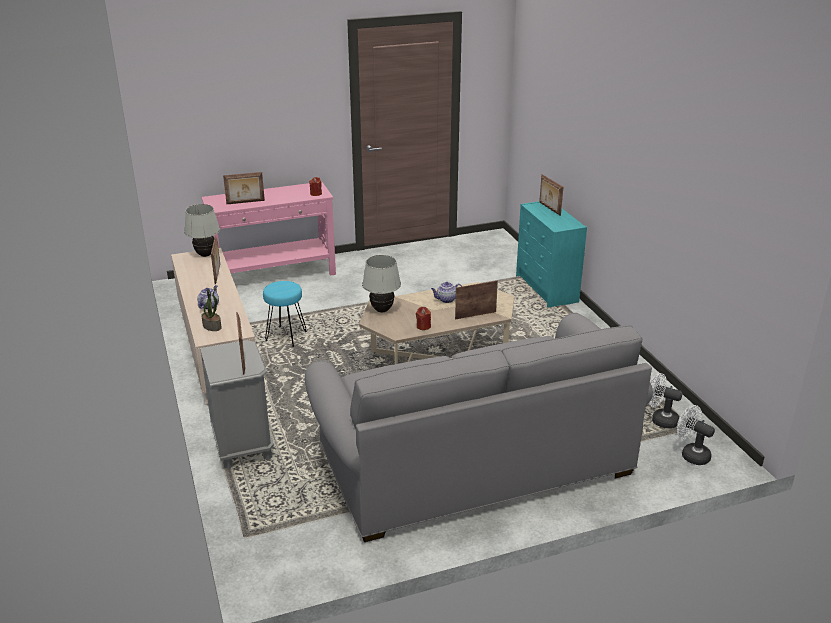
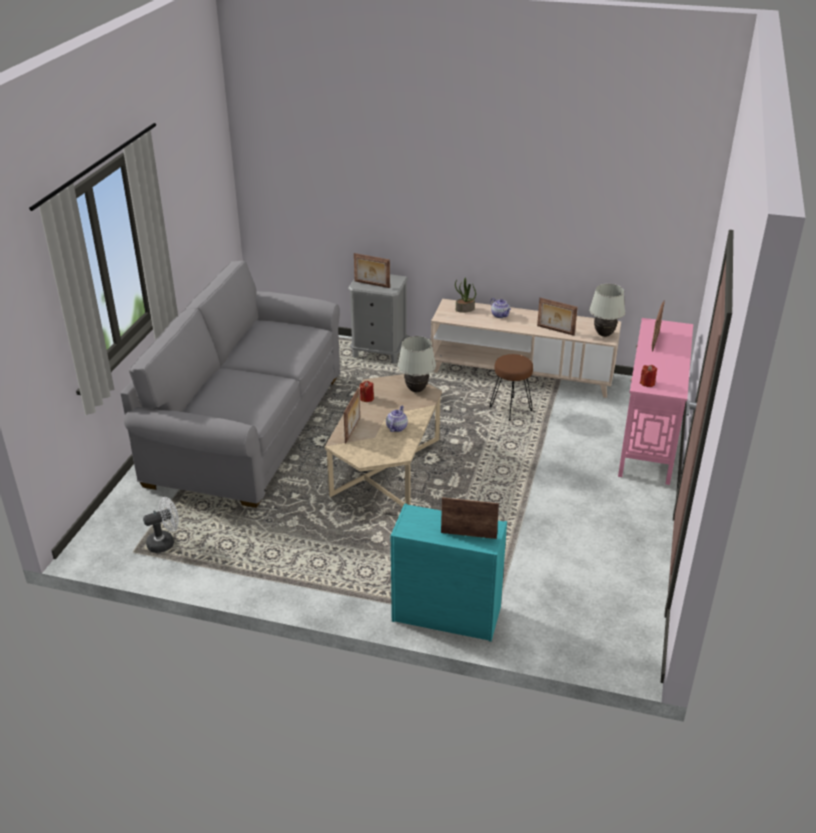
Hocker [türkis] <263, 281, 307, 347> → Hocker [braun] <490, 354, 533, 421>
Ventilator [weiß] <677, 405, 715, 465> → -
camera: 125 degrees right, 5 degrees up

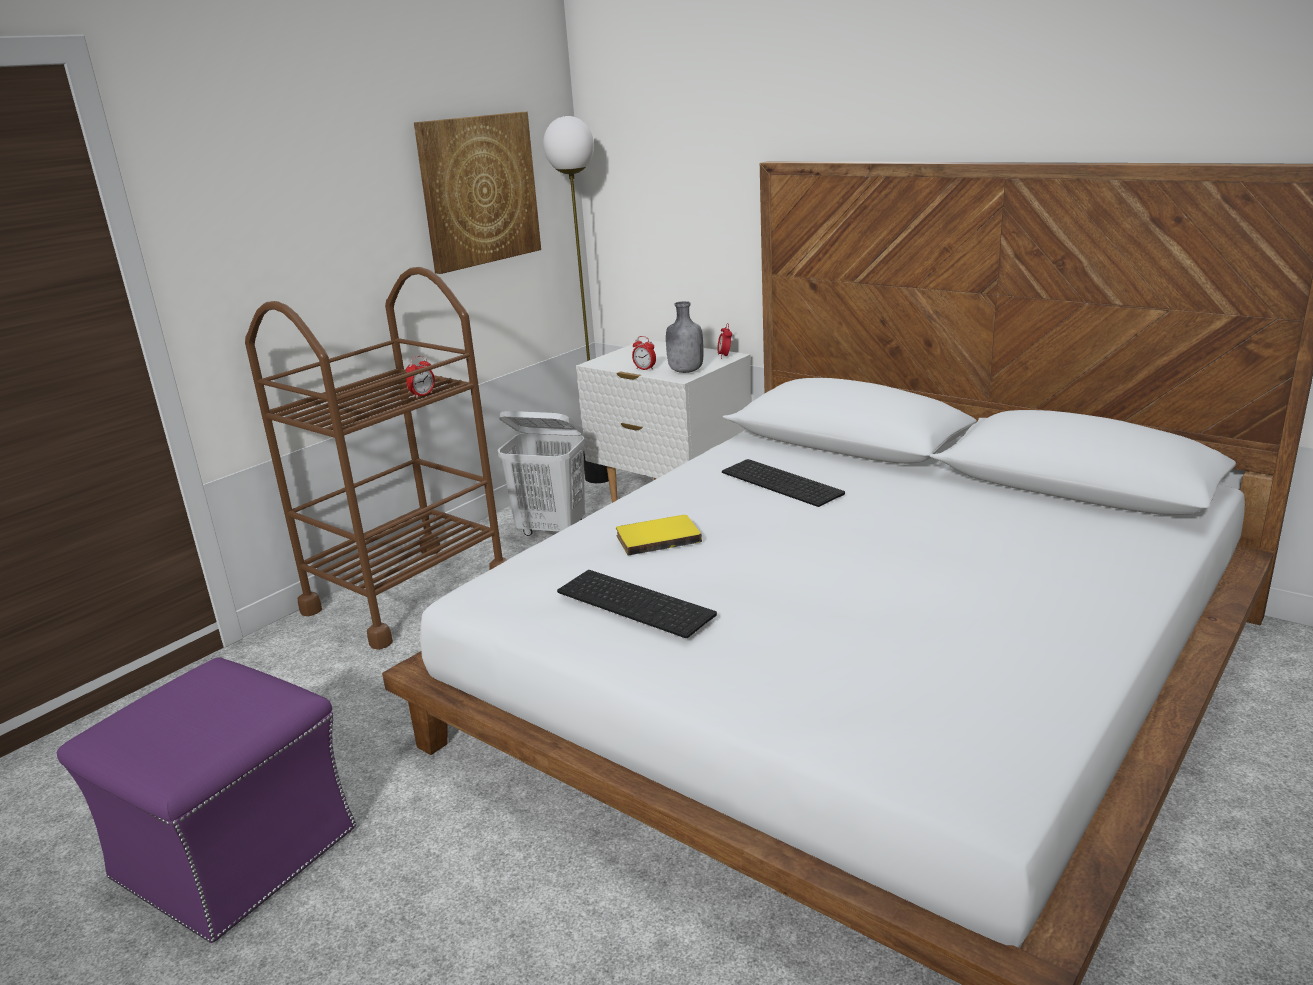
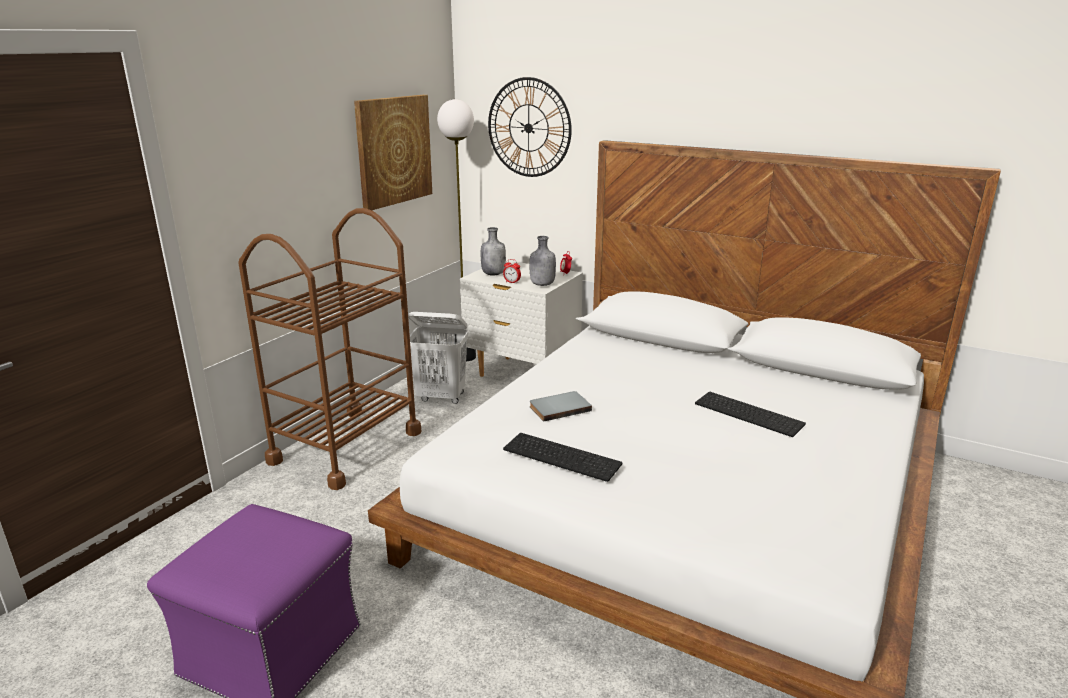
Wecker <406, 356, 435, 398> → -
Tastatur <722, 459, 845, 507> → Tastatur <695, 392, 806, 437>, moved
Buch [gelb] <616, 515, 702, 556> → Buch [grau] <530, 391, 592, 422>
- → Wanduhr <488, 77, 572, 177>
- → Flasche [grau] <481, 227, 506, 276>
camera: 10 degrees left, 0 degrees up

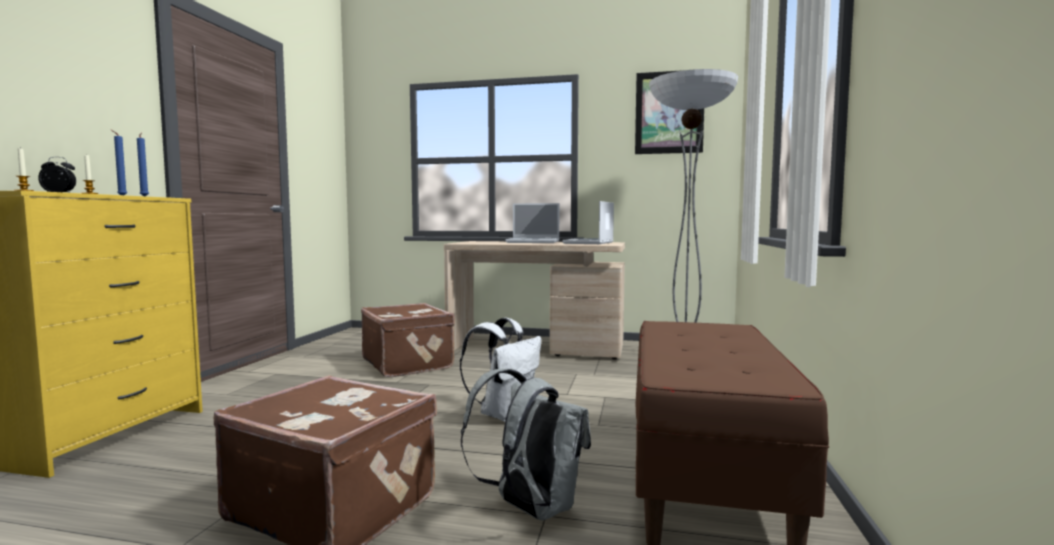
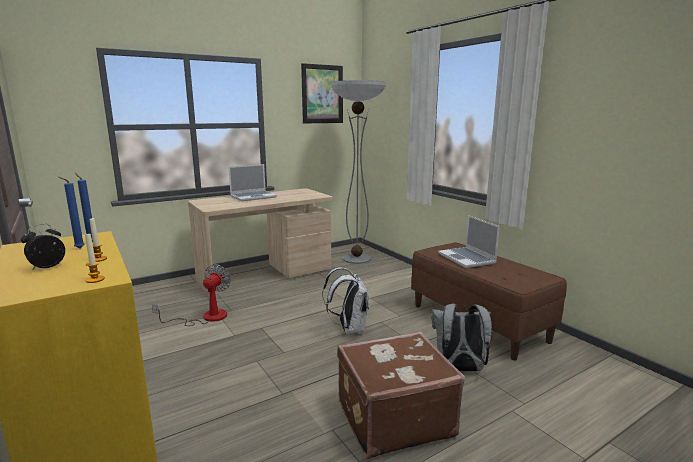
Laptop <562, 201, 614, 244> → Laptop <438, 215, 500, 268>, moved
Koffer [braun] <361, 303, 455, 377> → Ventilator <152, 264, 231, 326>
camera: 45 degrees left, 10 degrees up

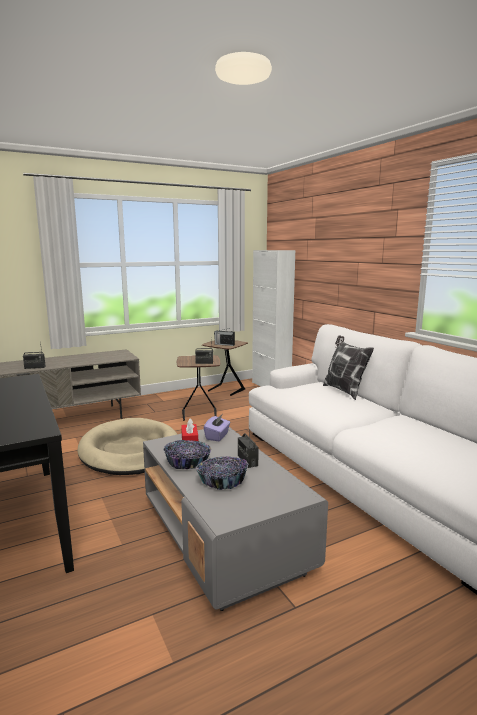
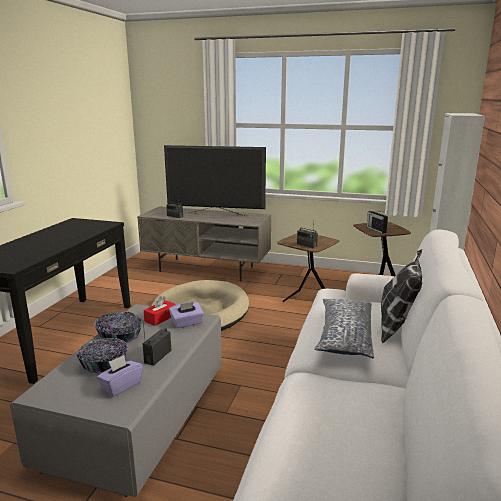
- → Fernseher <164, 145, 266, 216>
- → Kissen <314, 299, 374, 358>
- → Taschentuchbox [lila] <97, 355, 143, 397>
camera: 45 degrees right, 5 degrees up

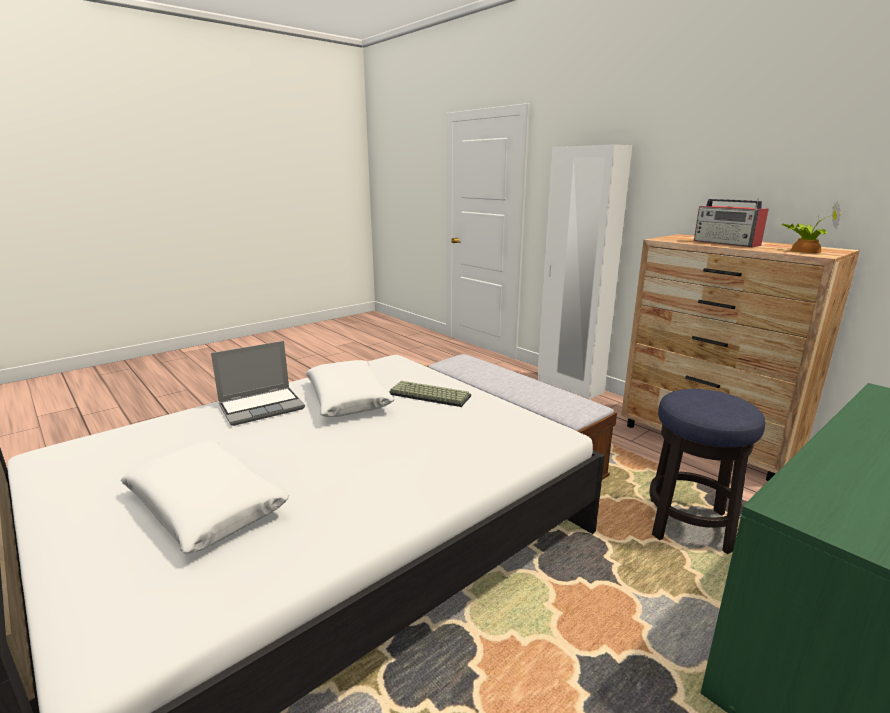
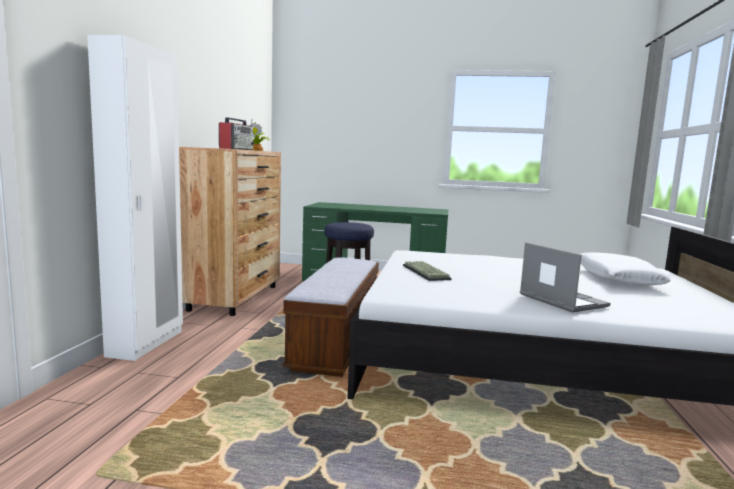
Laptop <211, 341, 305, 426> → Laptop <520, 242, 610, 313>, 45 degrees clockwise
Kissen [weiß] <306, 360, 394, 417> → -
camera: 130 degrees left, 10 degrees down

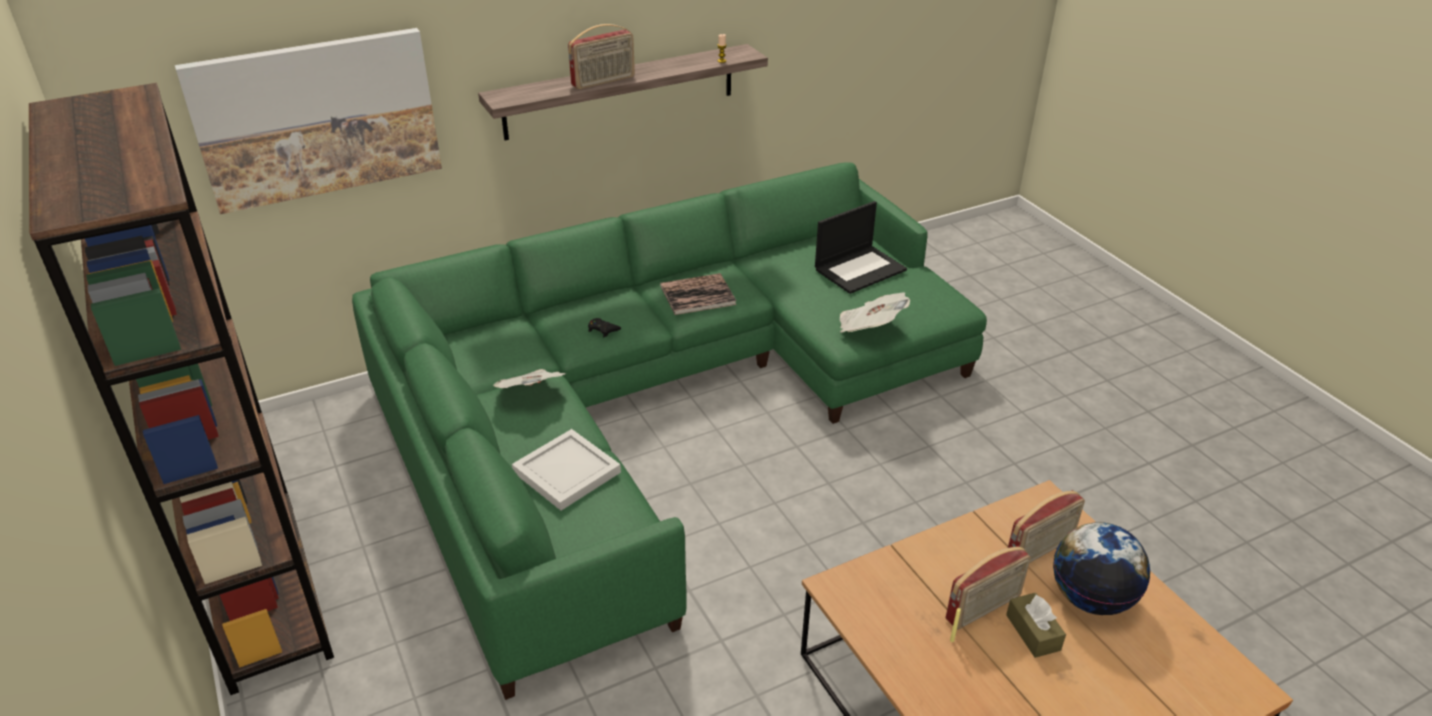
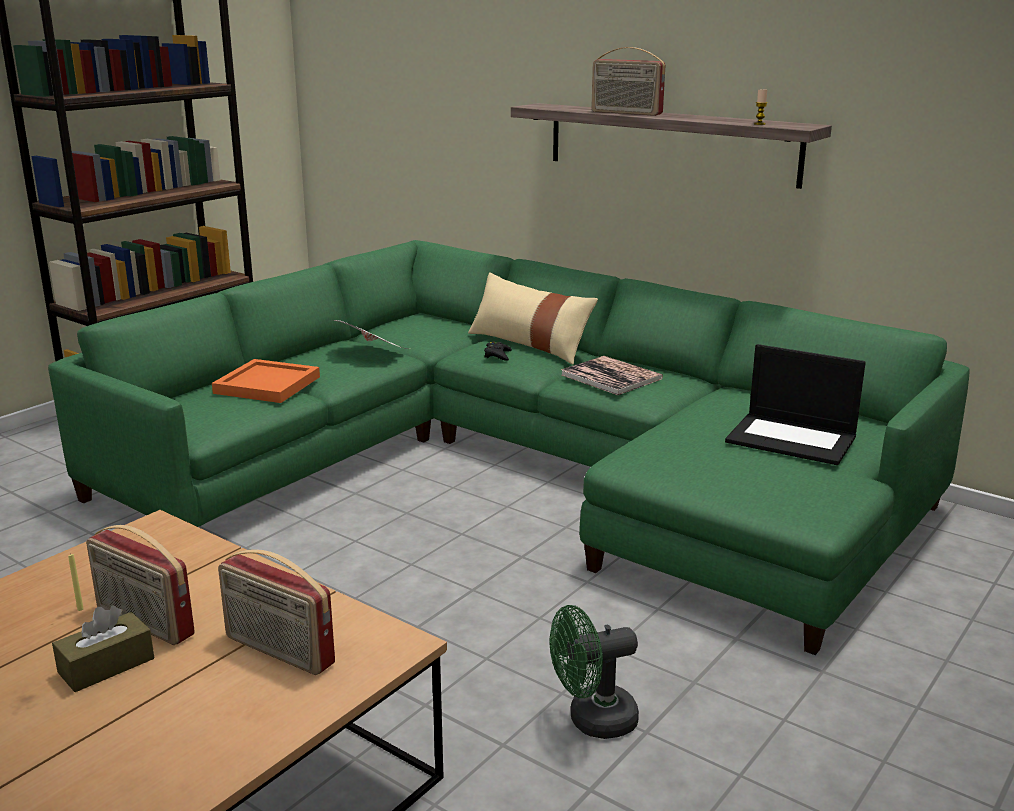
Bild <175, 28, 442, 214> → -
Zeitung <839, 292, 910, 333> → -
Tablett [weiß] <512, 429, 621, 511> → Tablett [orange] <212, 359, 320, 403>
Globus <1053, 522, 1150, 615> → -
- → Kissen [beige] <468, 272, 598, 364>
- → Ventilator [grün] <550, 605, 639, 739>
camera: 65 degrees right, 15 degrees down

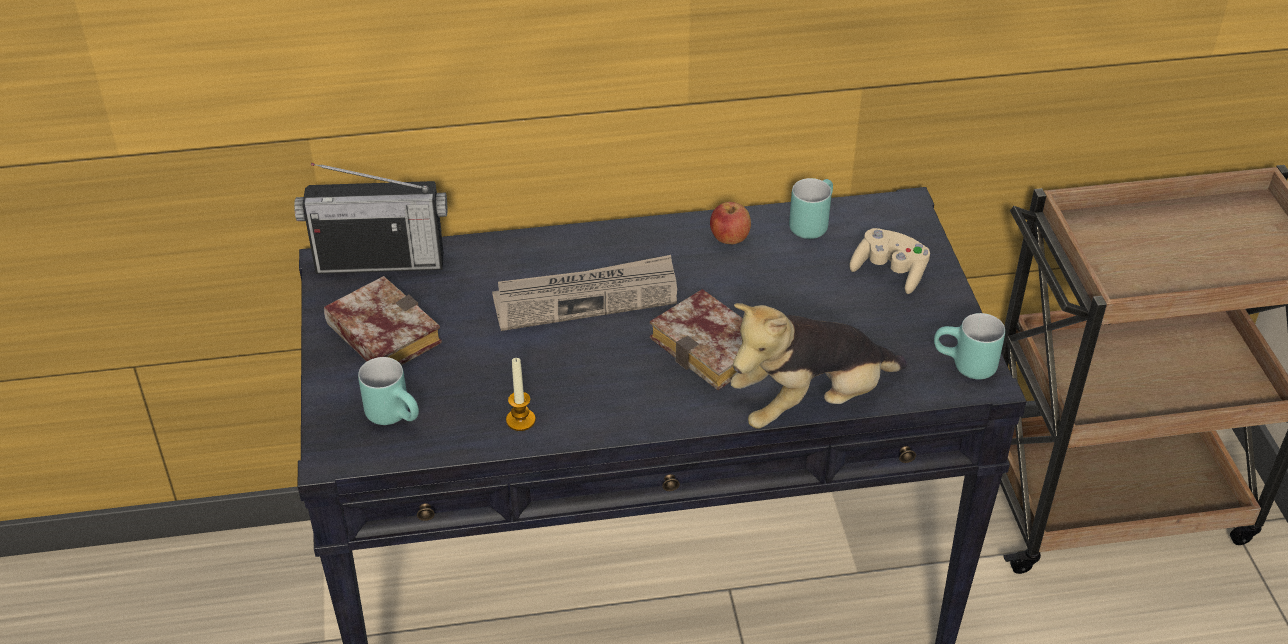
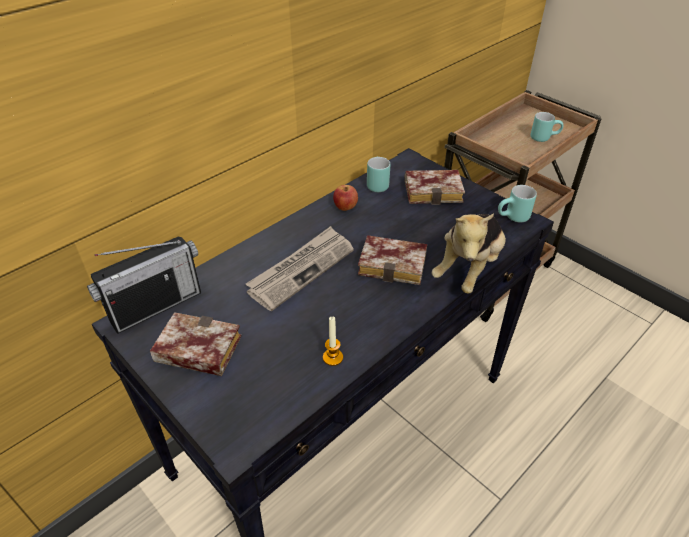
Gamepad [beige] <849, 228, 930, 294> → Buch <405, 170, 465, 205>
Henkelbecher [türkis] <358, 357, 419, 425> → Henkelbecher [türkis] <530, 112, 563, 142>, moved
camera: 35 degrees left, 0 degrees up

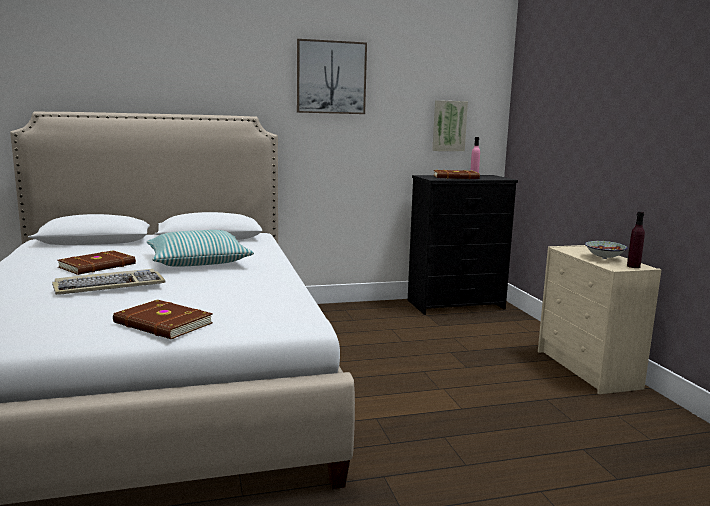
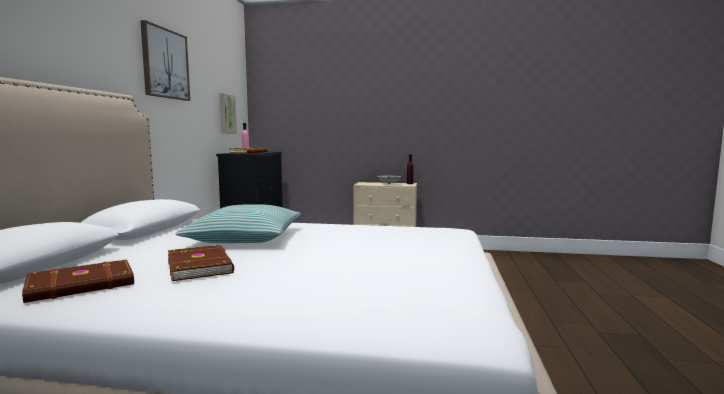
Tastatur <52, 269, 165, 295> → -
Buch [braun] <113, 300, 213, 339> → Buch [braun] <22, 260, 134, 303>, moved
camera: 65 degrees left, 5 degrees down

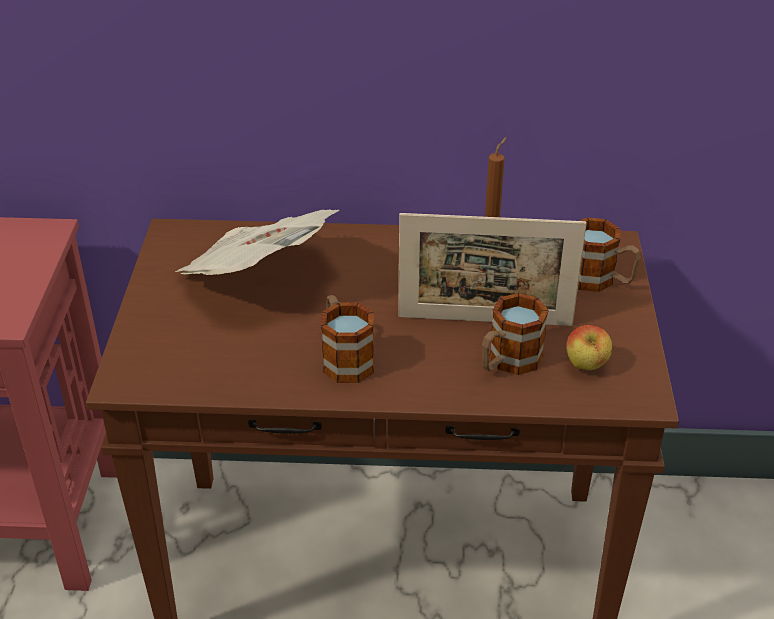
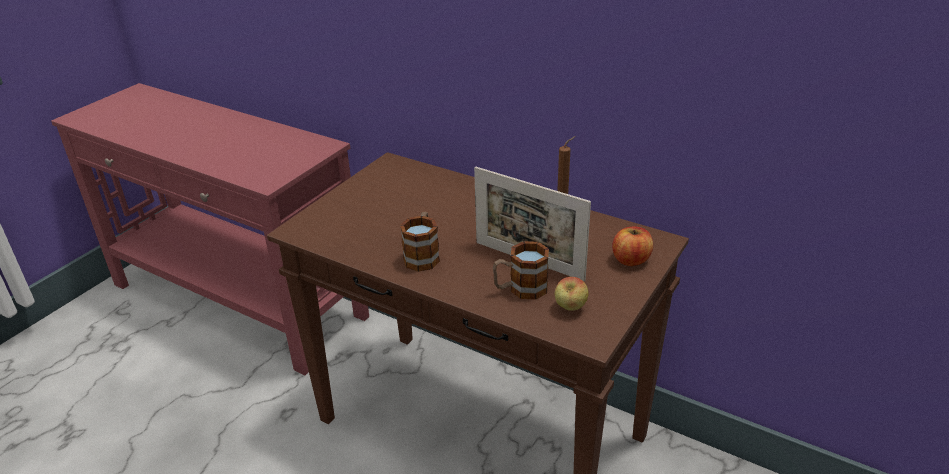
Zeitung <175, 210, 339, 275> → -
Henkelbecher <578, 217, 641, 292> → Apfel <612, 227, 653, 266>
camera: 30 degrees right, 5 degrees down

